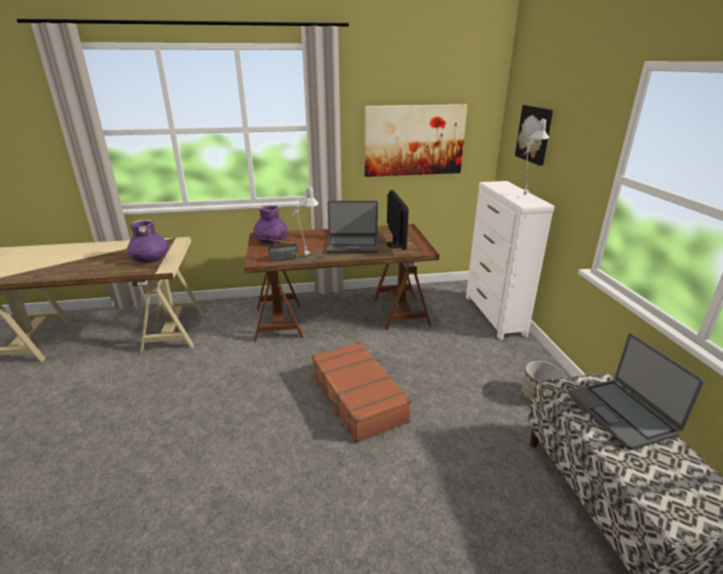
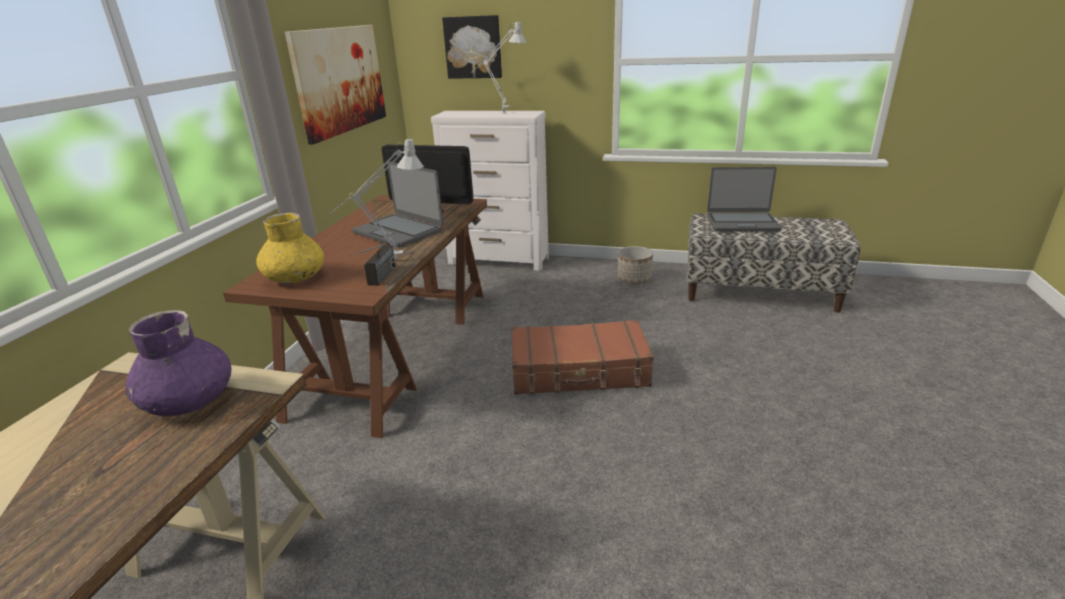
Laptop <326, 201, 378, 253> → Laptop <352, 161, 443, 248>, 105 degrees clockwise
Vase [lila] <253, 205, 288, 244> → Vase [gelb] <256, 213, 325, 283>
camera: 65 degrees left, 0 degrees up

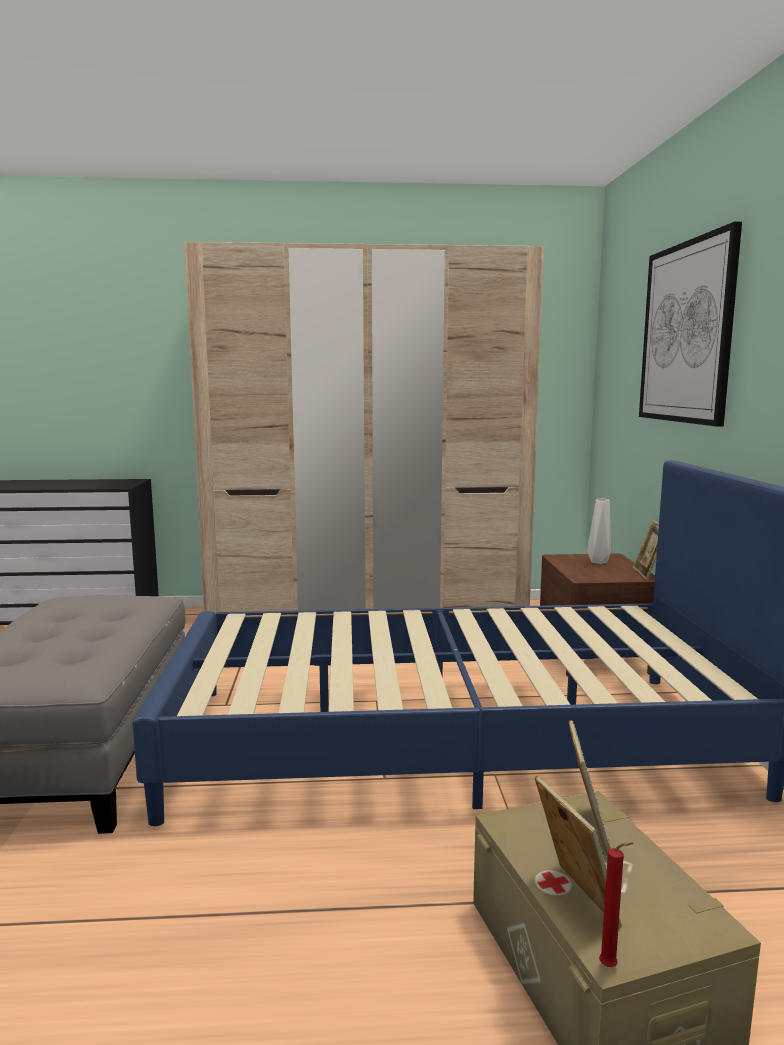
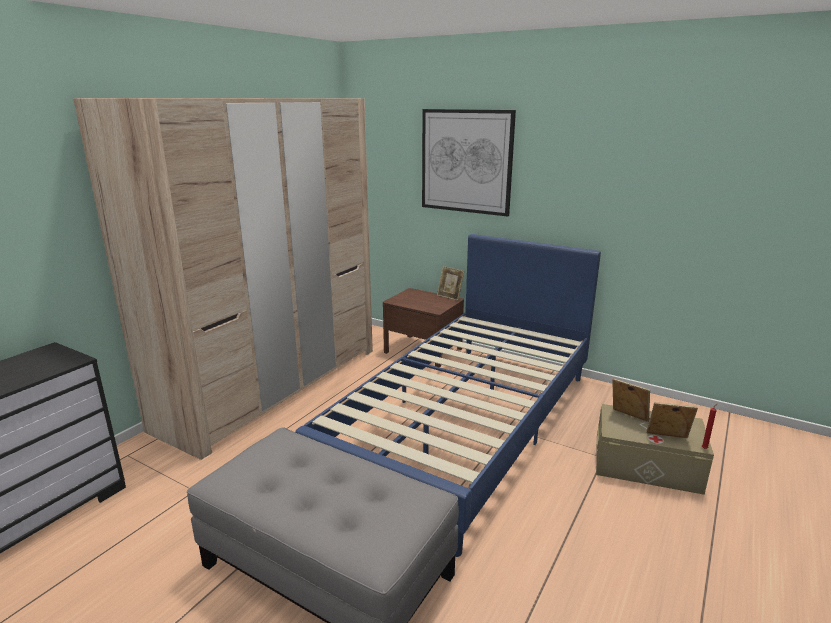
Vase [weiß] <587, 499, 611, 564> → -
camera: 55 degrees left, 10 degrees up

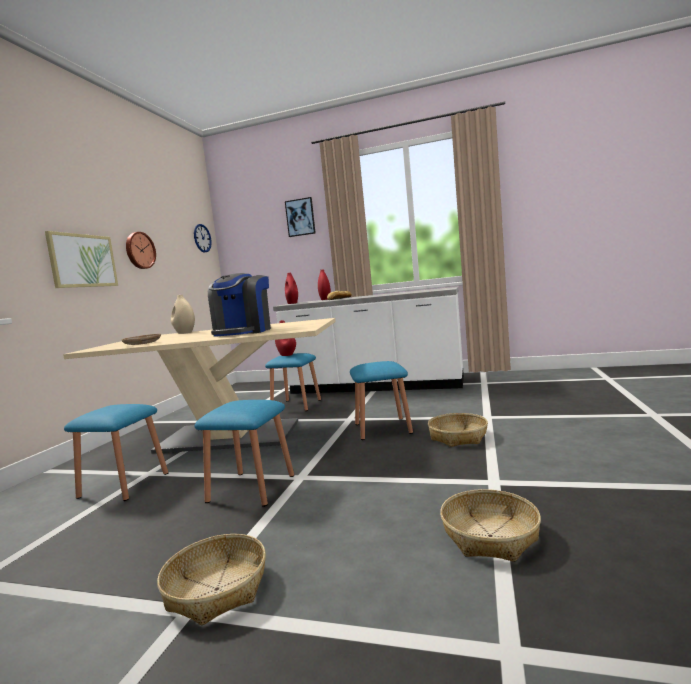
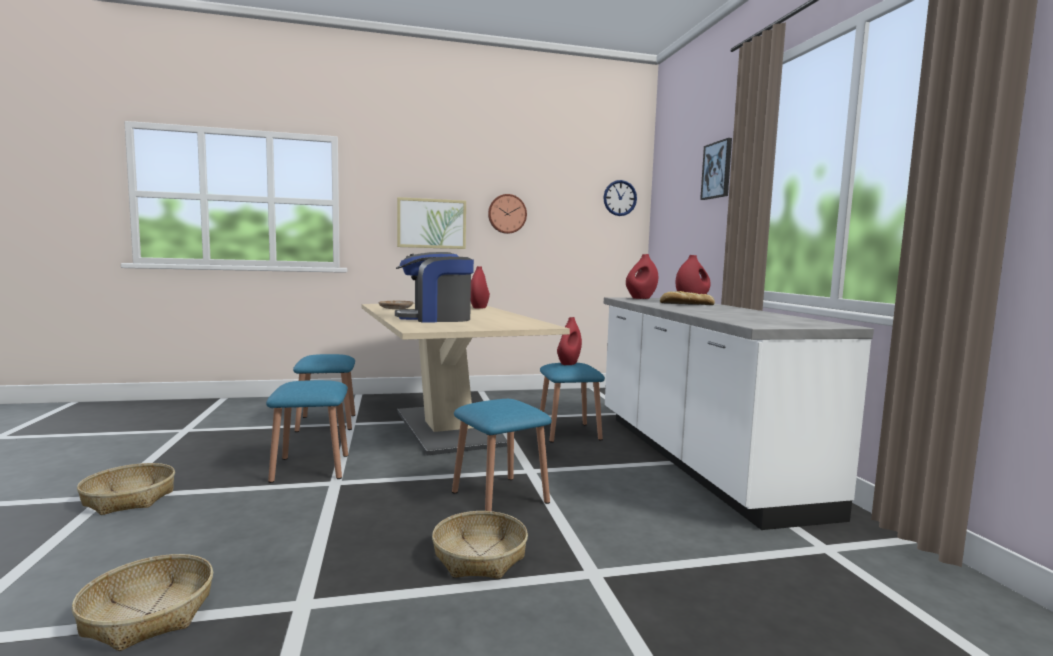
Vase [beige] <171, 295, 195, 334> → Vase [rot] <471, 266, 490, 309>
camera: 60 degrees right, 0 degrees up

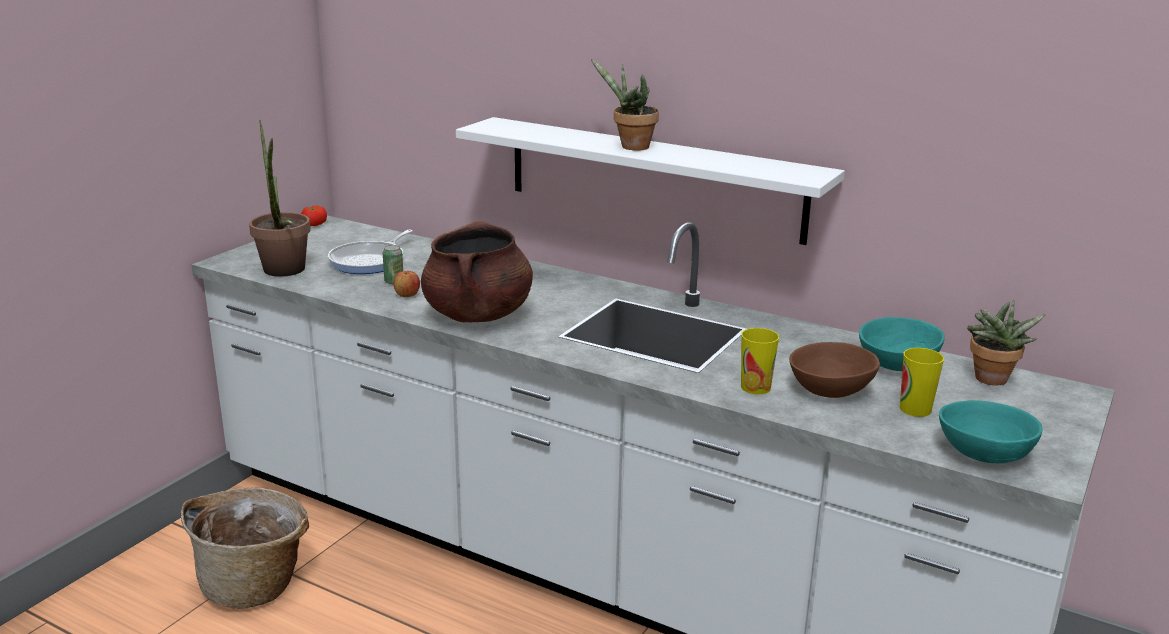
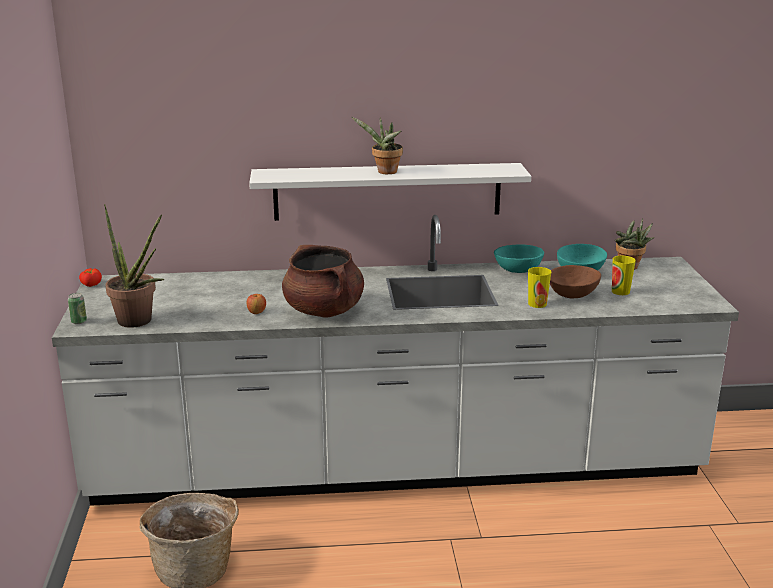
Pfanne <328, 230, 413, 274> → -
Dose <383, 245, 403, 284> → Dose <68, 293, 87, 324>, moved
Schüssel [türkis] <939, 400, 1043, 463> → Schüssel [türkis] <494, 244, 544, 273>, moved
camera: 35 degrees left, 0 degrees up

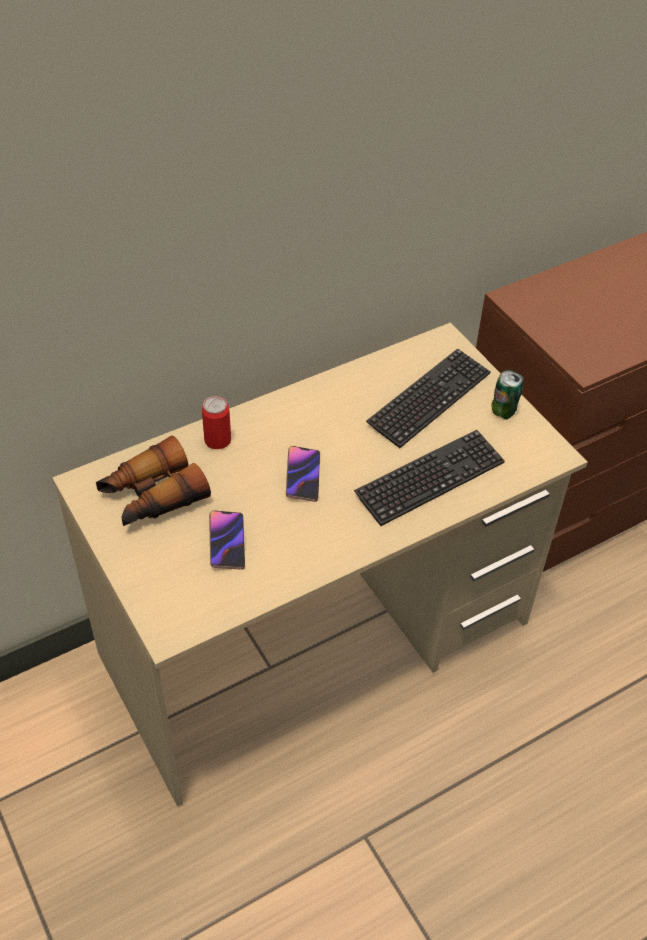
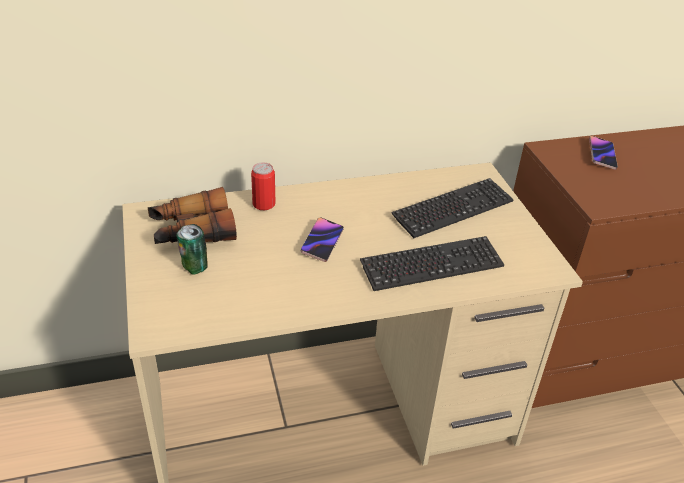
Dose <491, 369, 524, 419> → Dose <176, 224, 208, 275>, moved
Handy <209, 510, 245, 570> → Handy <589, 136, 618, 170>, moved
camera: 15 degrees right, 10 degrees down

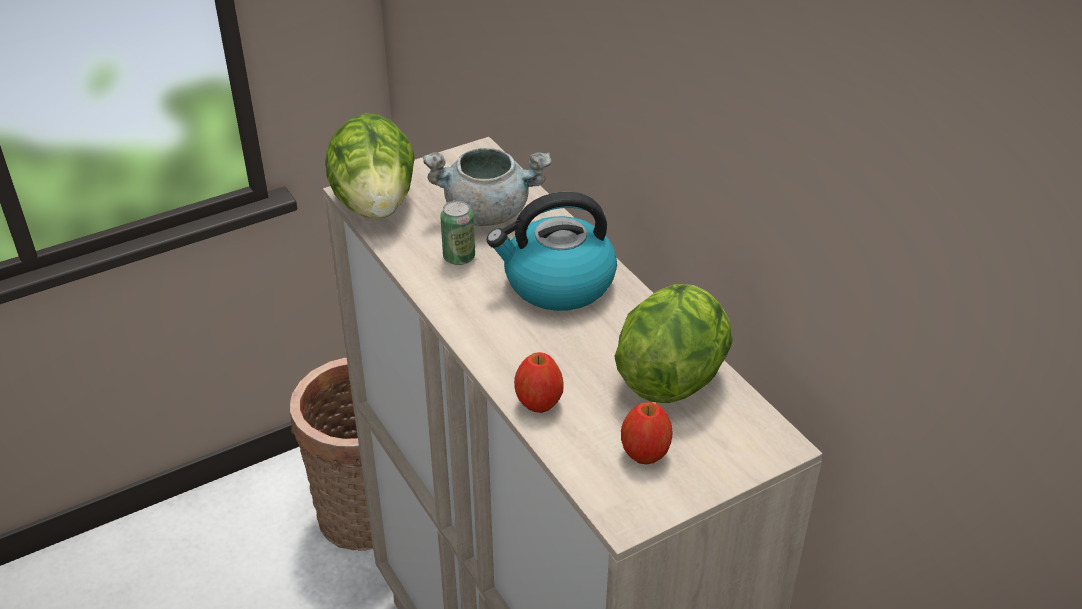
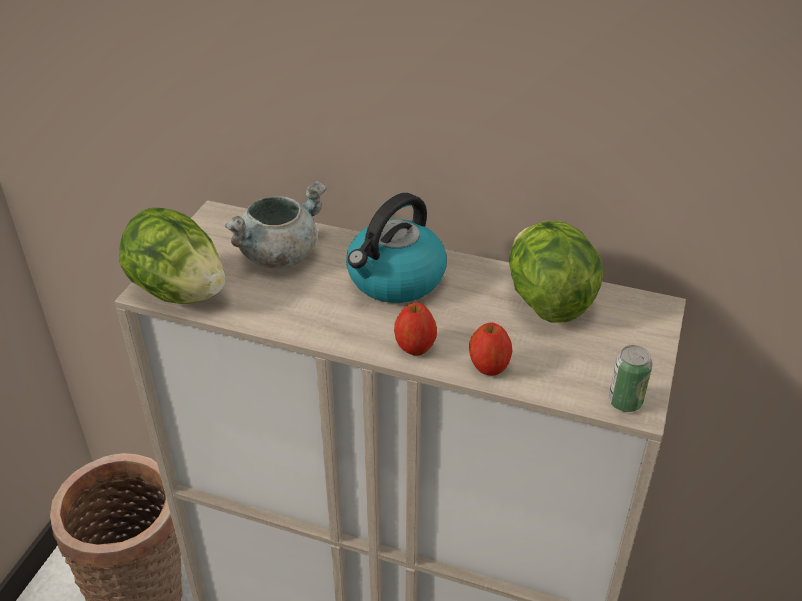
Dose <440, 200, 475, 265> → Dose <608, 345, 652, 412>, moved
Apfel <621, 402, 672, 464> → Apfel <394, 303, 437, 356>, moved
camera: 40 degrees left, 0 degrees up

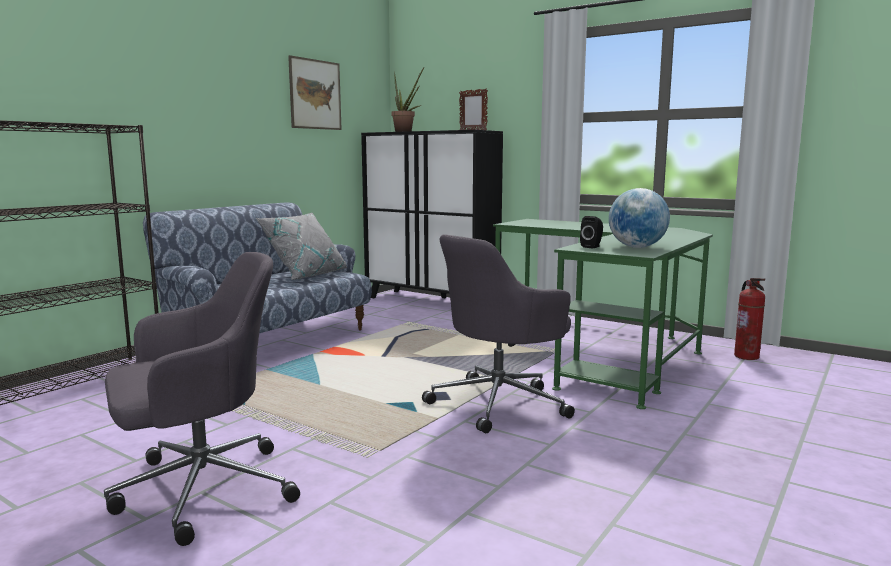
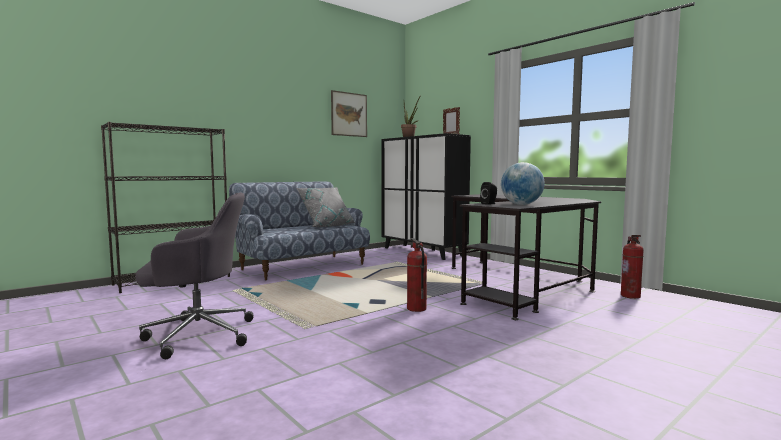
Schreibtisch [grün] <493, 219, 713, 409> → Schreibtisch [schwarz] <451, 194, 601, 320>
Bürostuhl [grau] <422, 235, 575, 433> → Feuerlöscher <407, 238, 427, 312>
camera: 15 degrees right, 5 degrees down

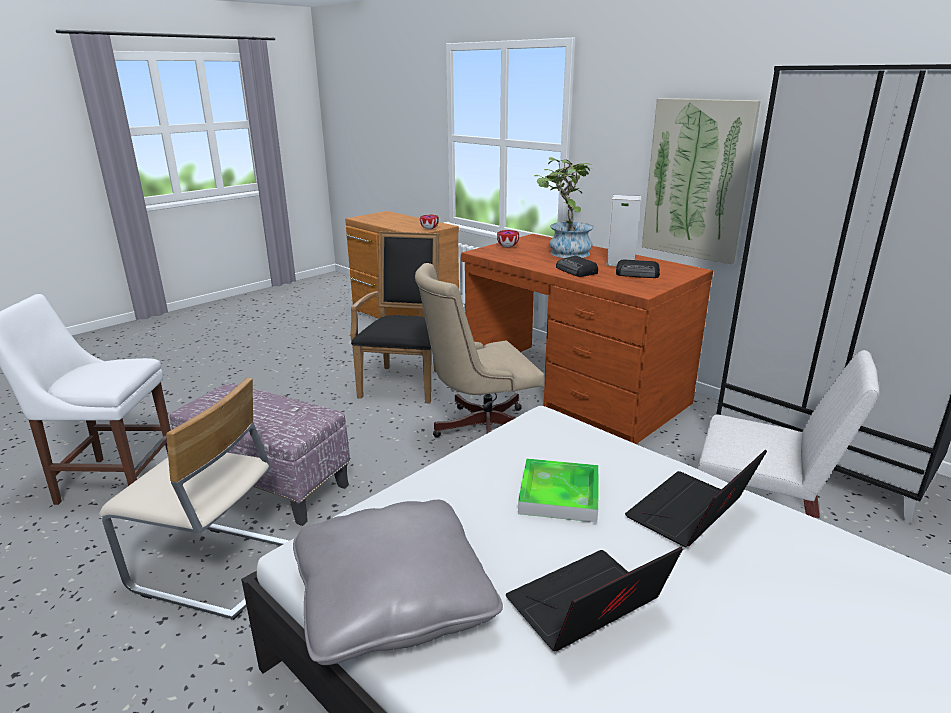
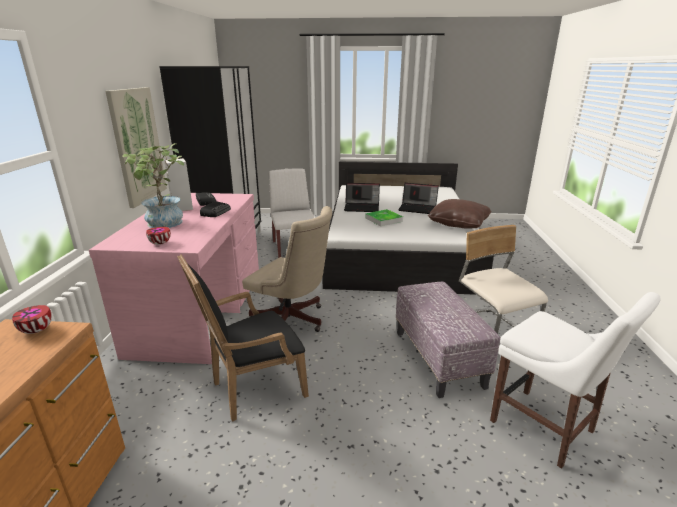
Schreibtisch [braun] <461, 234, 713, 444> → Schreibtisch [rosa] <89, 193, 259, 364>
Kissen [grau] <293, 500, 503, 665> → Kissen [braun] <428, 199, 491, 229>
camera: 130 degrees left, 0 degrees up

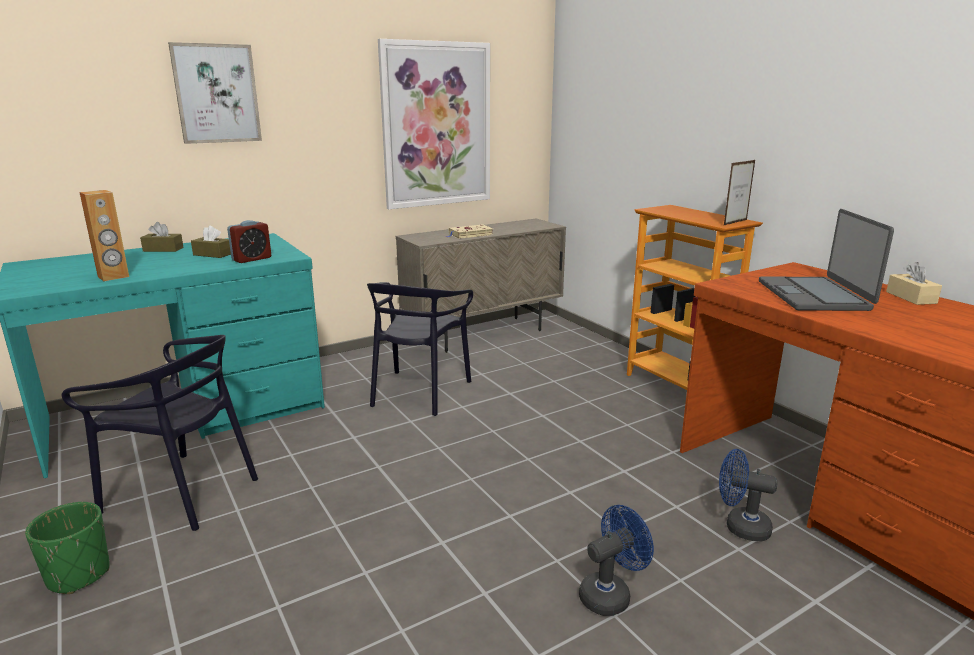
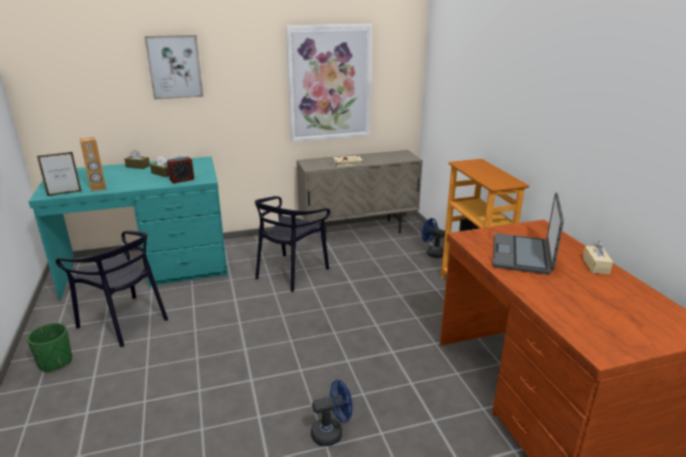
Bilderrahmen <724, 160, 755, 225> → Bilderrahmen <37, 152, 81, 196>, moved
Ventilator [blau] <719, 449, 778, 541> → Ventilator [blau] <422, 218, 445, 258>, moved
camera: 15 degrees right, 5 degrees up

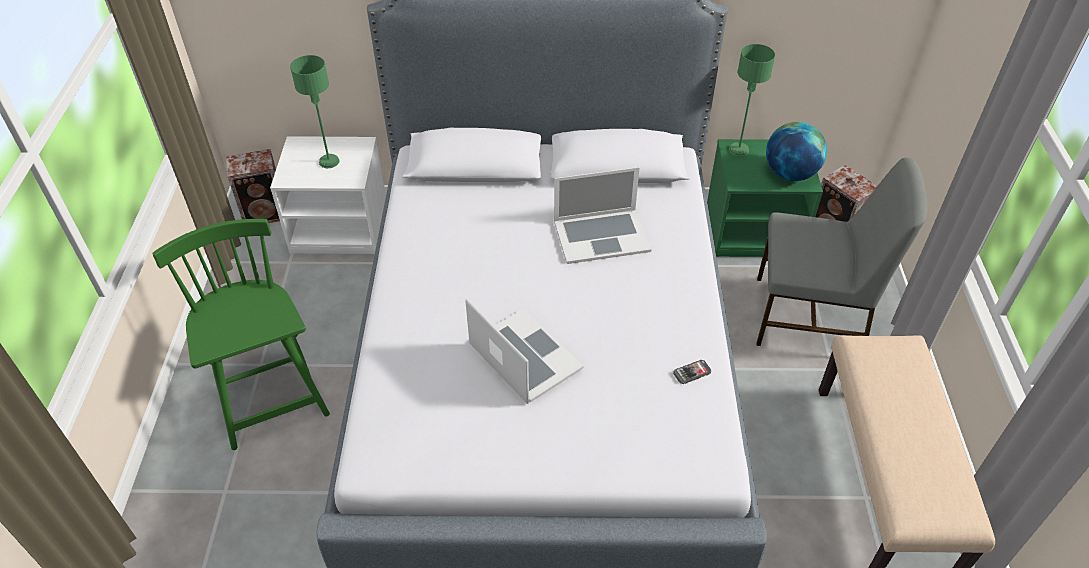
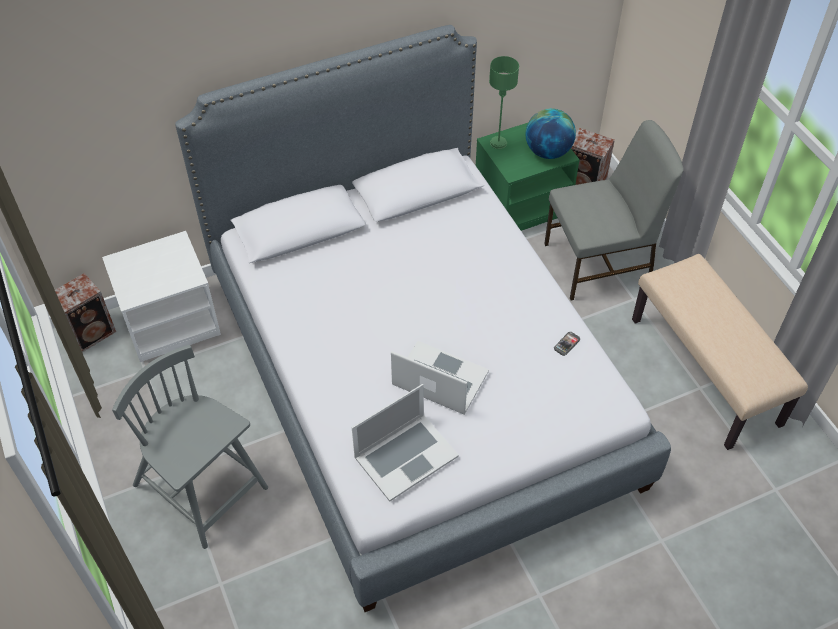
Tischlampe [grün] <290, 55, 339, 168> → -
Laptop <554, 167, 651, 264> → Laptop <352, 384, 459, 502>, moved
Stuhl [grün] <152, 219, 330, 450> → Stuhl [grau] <112, 345, 268, 549>
camera: 25 degrees left, 5 degrees up

